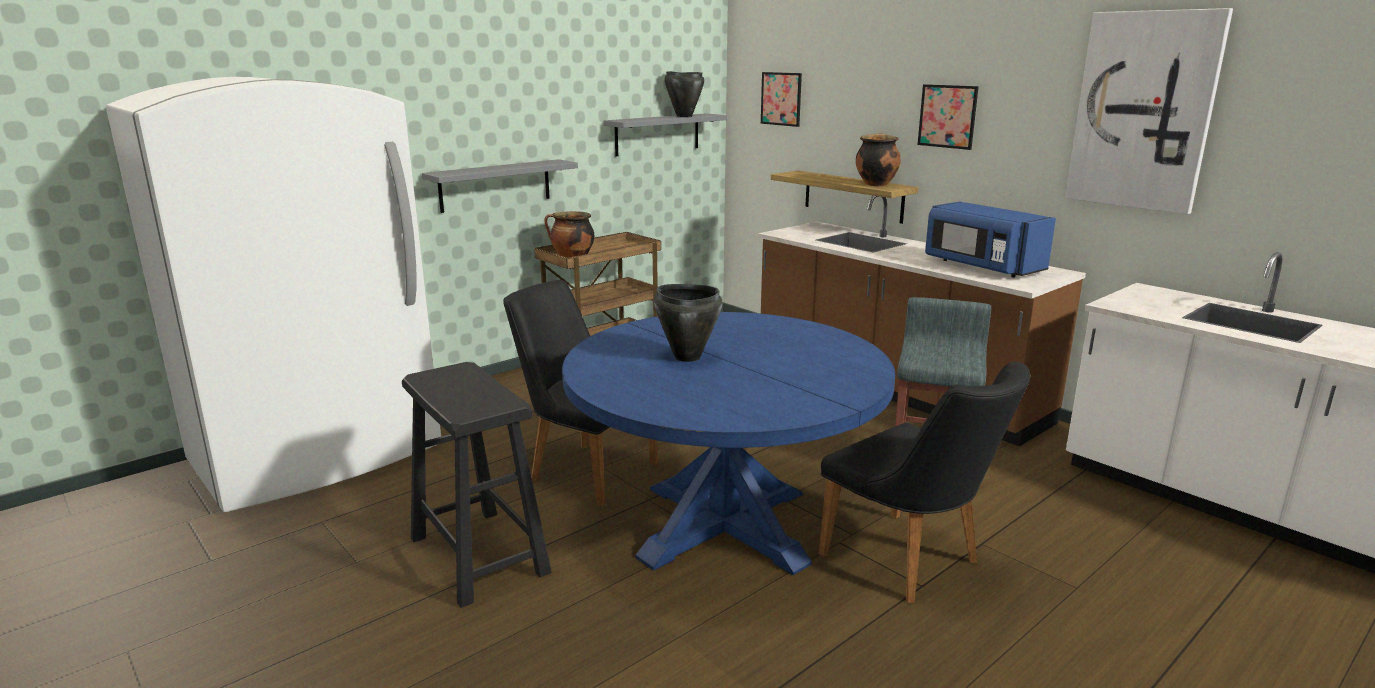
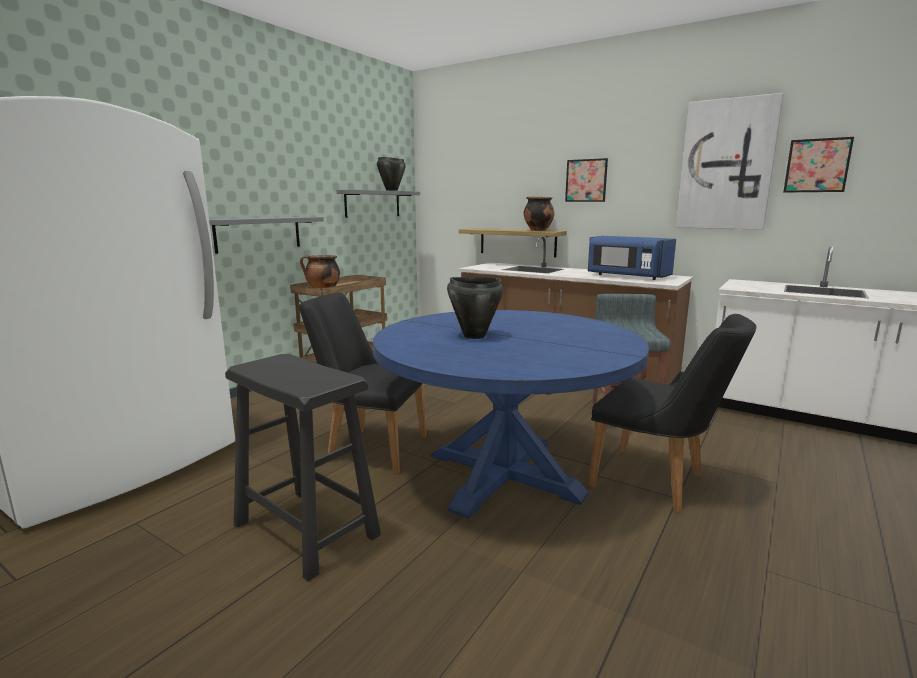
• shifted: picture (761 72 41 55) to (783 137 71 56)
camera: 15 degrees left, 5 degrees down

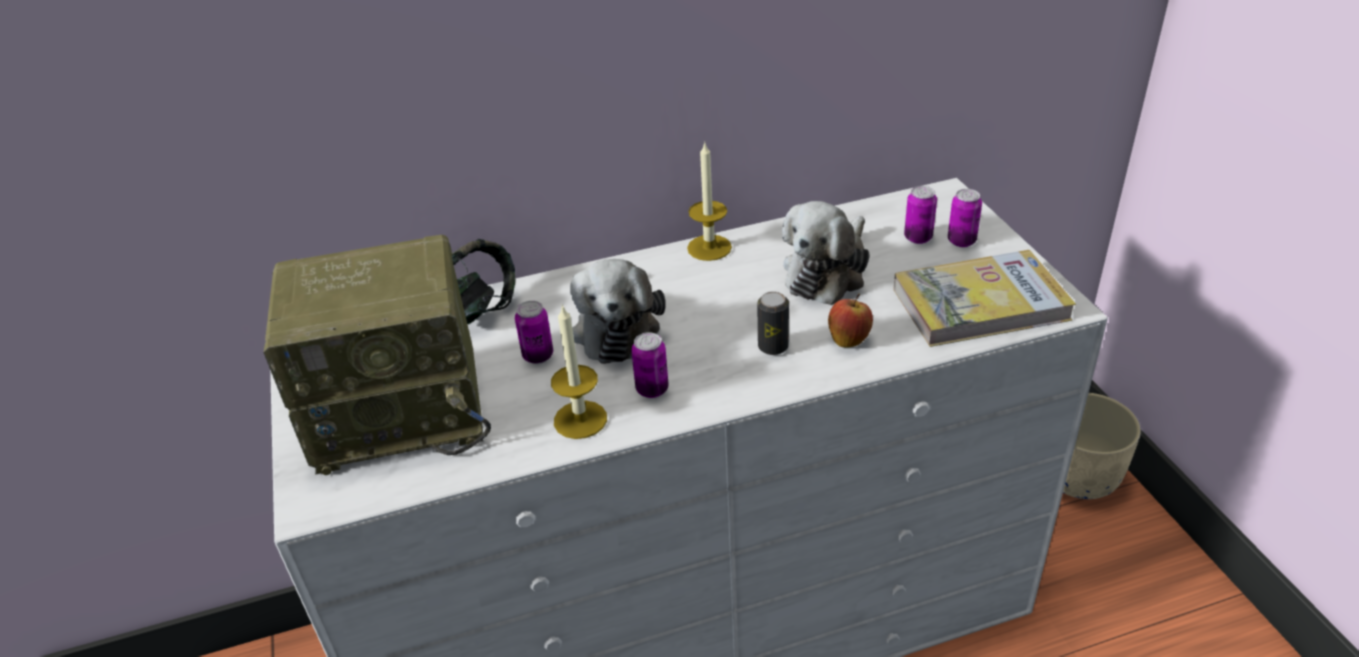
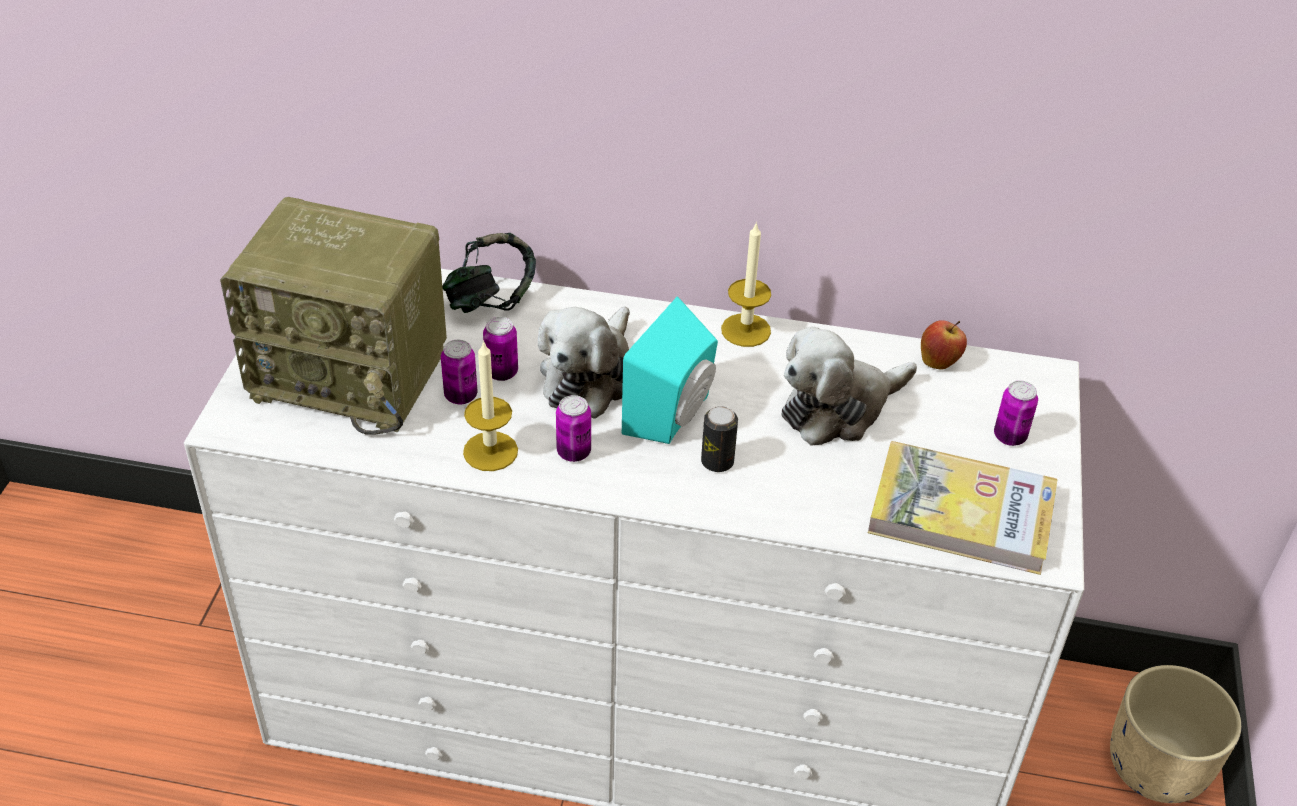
• shifted: can (904 186 33 58) to (441 340 36 65)
• shifted: apple (828 294 45 54) to (921 320 46 50)
• new: turquoise speaker (622 296 96 148)
camera: 25 degrees right, 5 degrees up

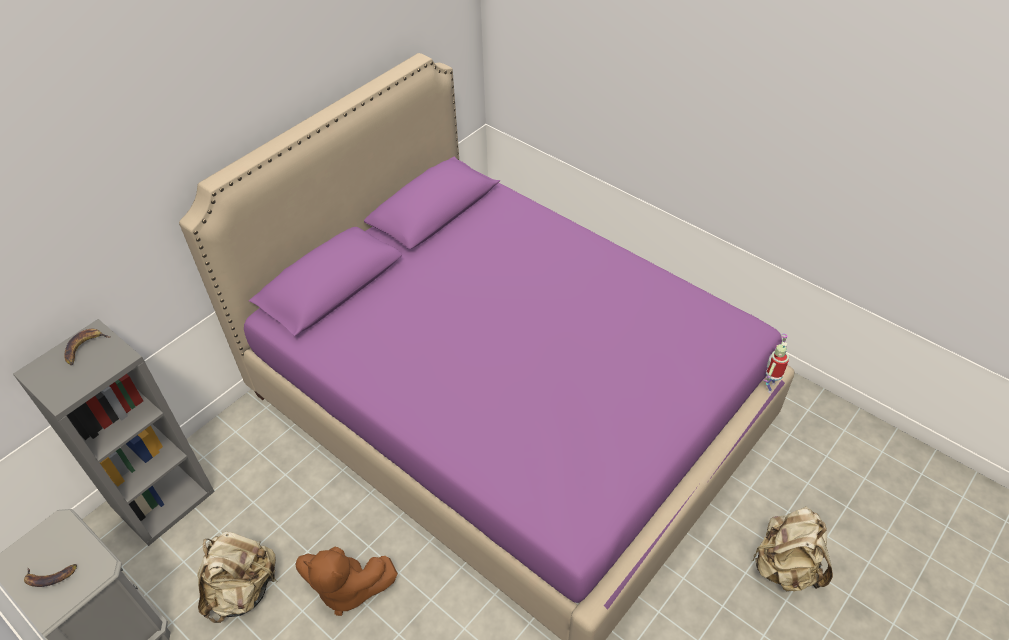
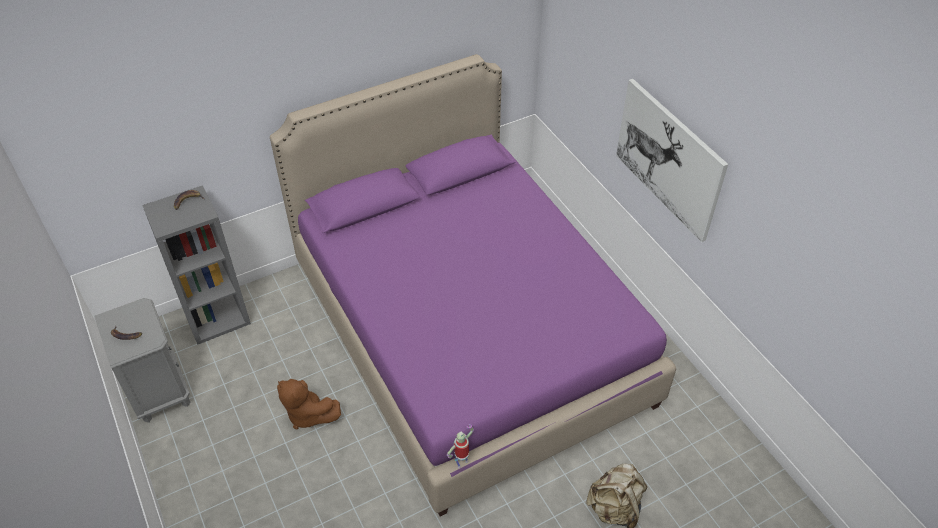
• shifted: toy robot (763 334 26 59) to (447 424 27 44)
• gone: beige backpack (197 532 80 91)
• new: picture (616 79 112 163)
camera: 20 degrees right, 0 degrees up

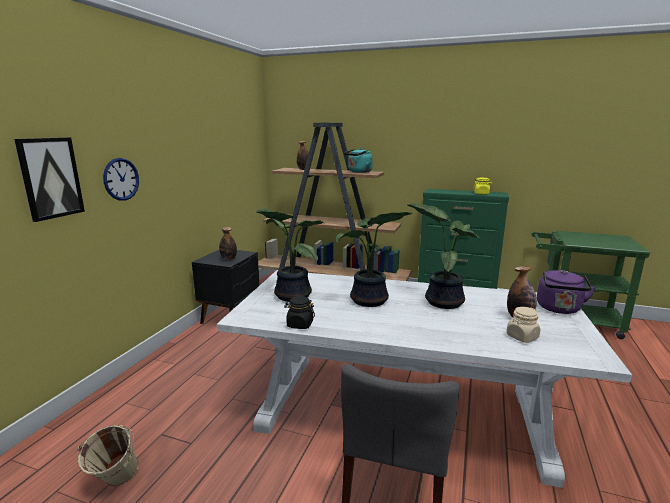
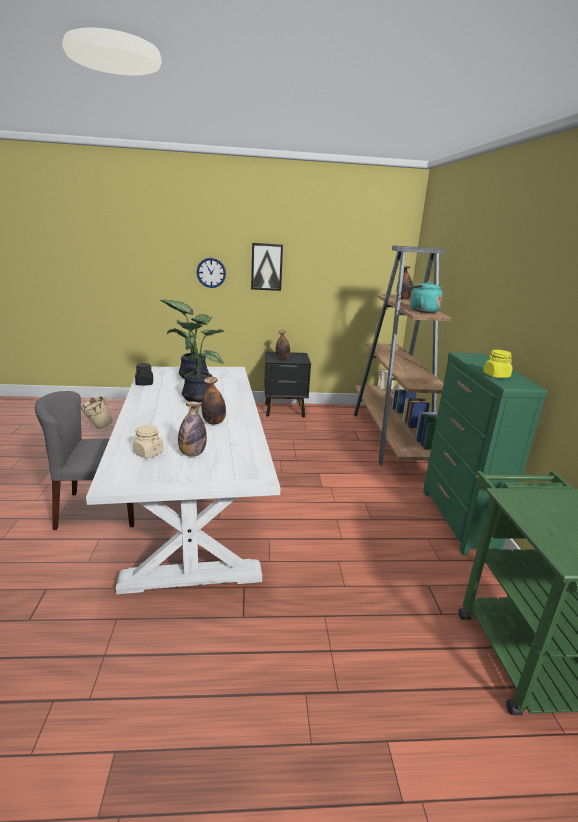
• shifted: picture (14 137 71 85) to (251 243 32 48)
• swapped: potted plant (407 203 73 106) to bottle (201 377 25 48)
• gone: purple kettle (537 270 59 44)
camera: 65 degrees right, 5 degrees up

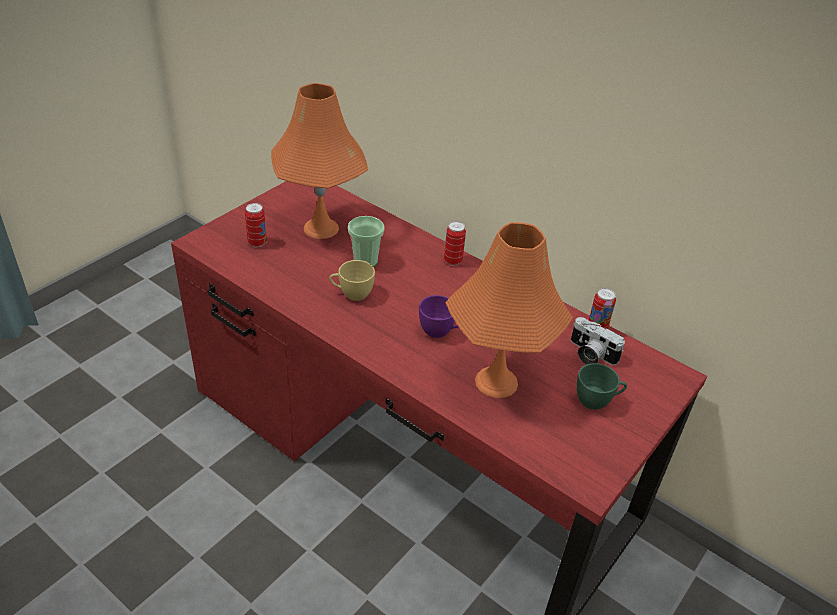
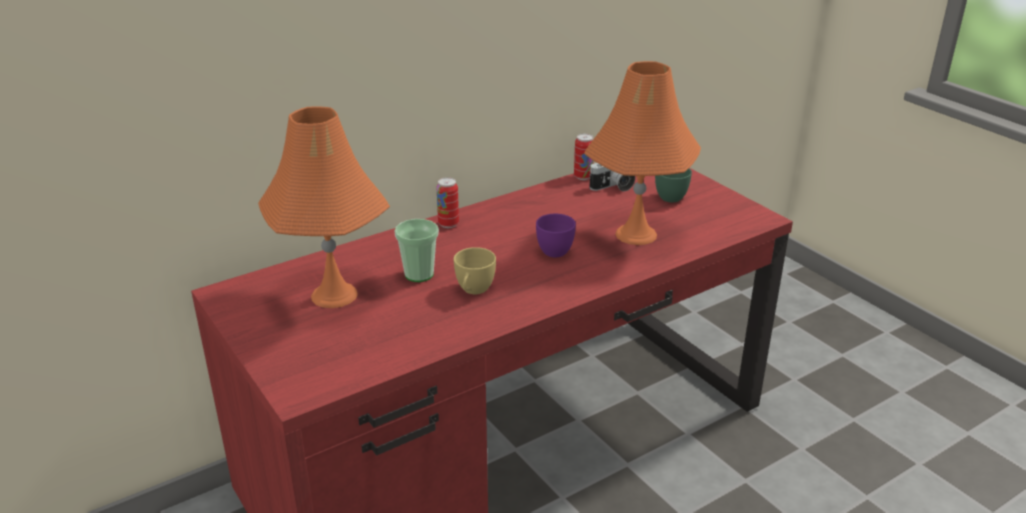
• gone: can (245 203 22 44)
camera: 70 degrees left, 10 degrees down

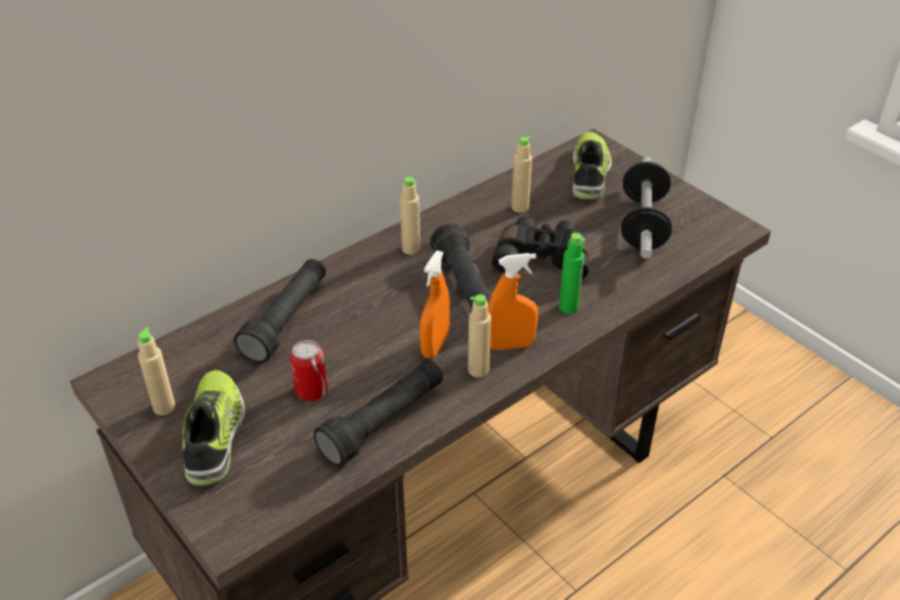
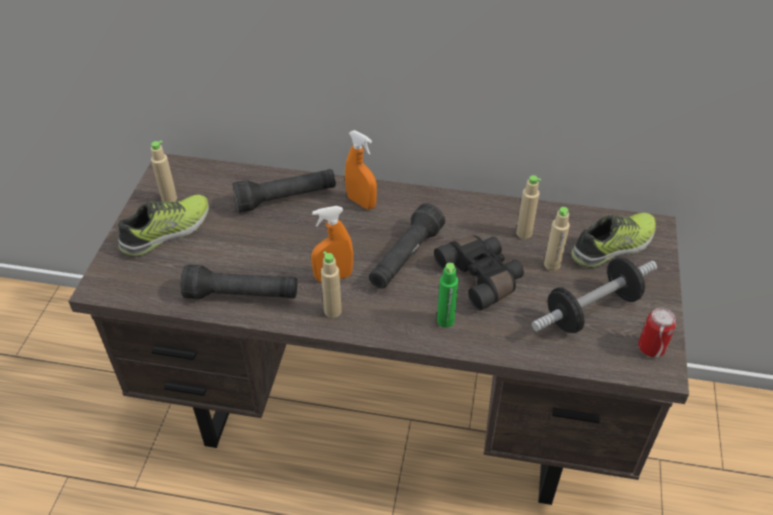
• shifted: beige bottle (400 177 20 78) to (544 207 26 64)
• shifted: orange spray bottle (488 253 50 97) to (345 130 32 79)
• shifted: can (290 340 38 61) to (638 308 38 49)
camera: 50 degrees right, 5 degrees up

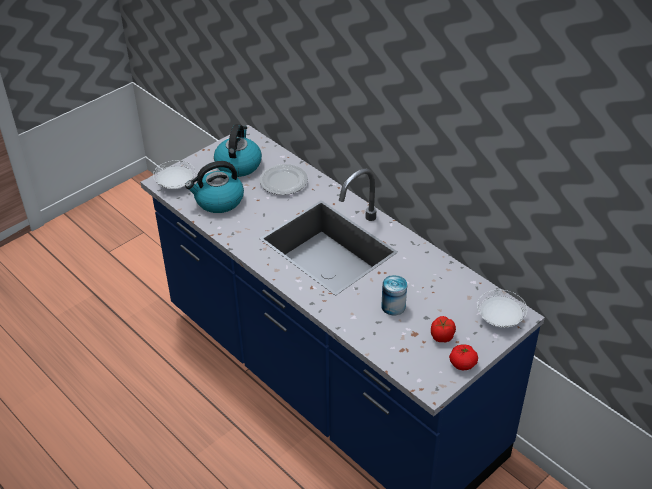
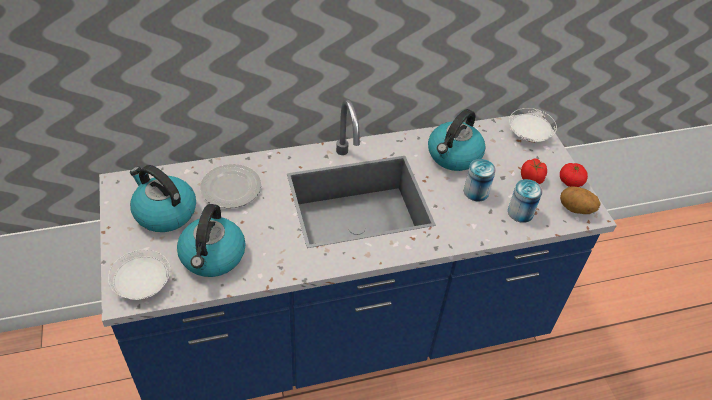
• new: kettle (428 109 58 62)
• new: can (508 179 35 44)
• new: potato (560 186 41 28)
camera: 65 degrees left, 5 degrees up

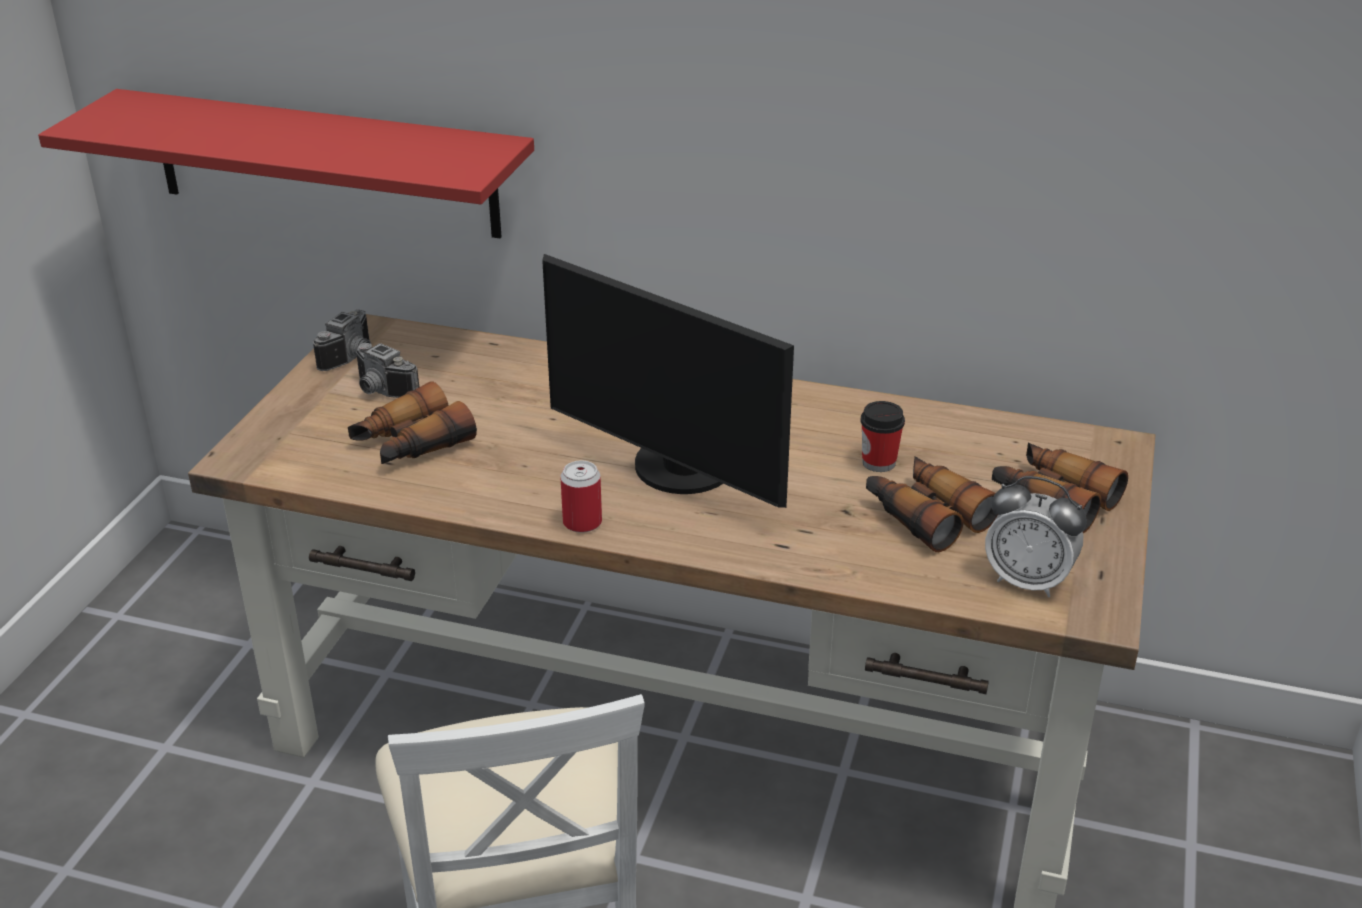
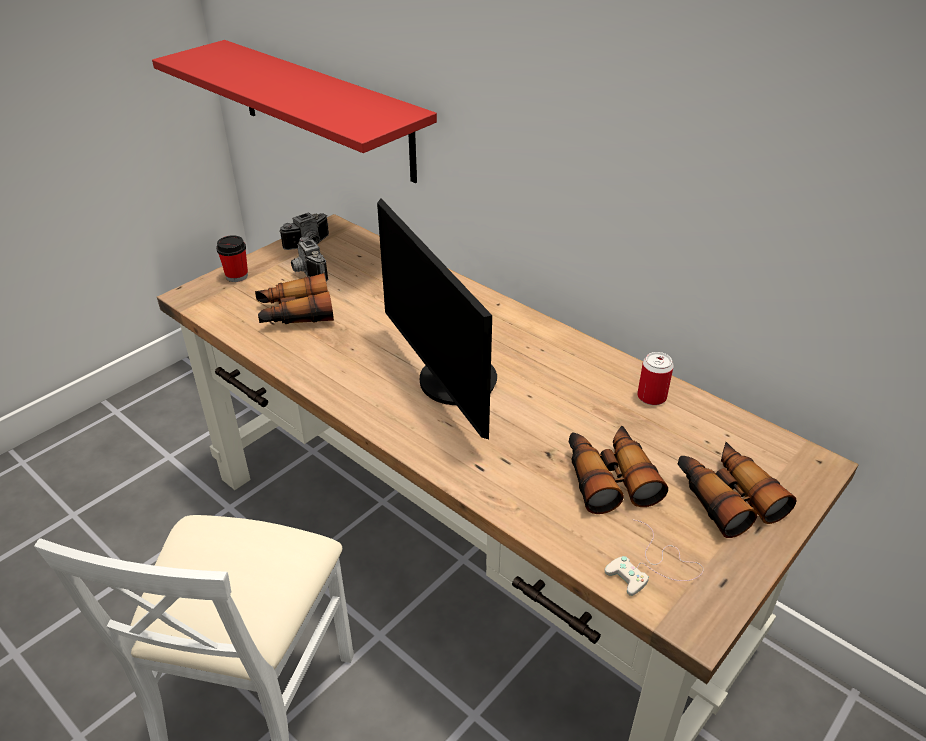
• shifted: cup (861 401 44 71) to (216 235 32 47)
• shifted: can (561 460 41 73) to (637 352 37 53)
• swapped: alarm clock (985 476 102 121) to white game controller (604 520 100 76)
camera: 25 degrees right, 5 degrees up

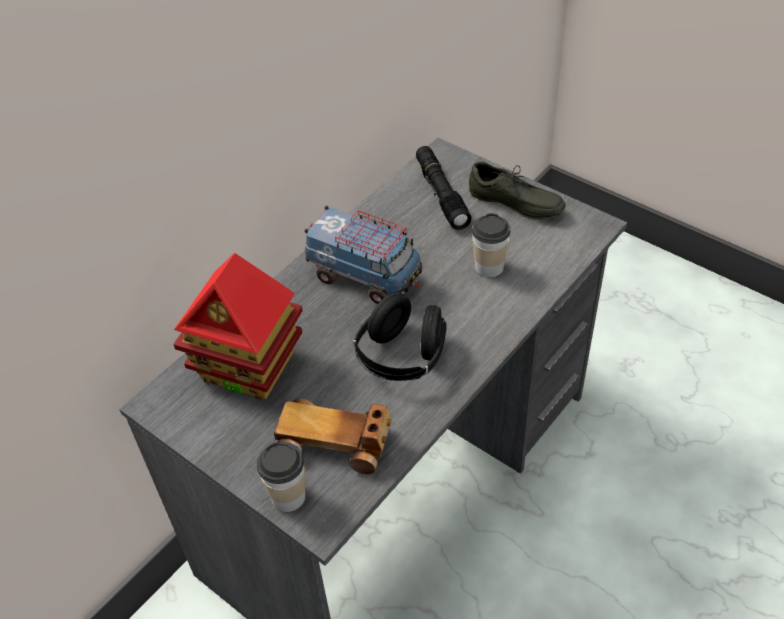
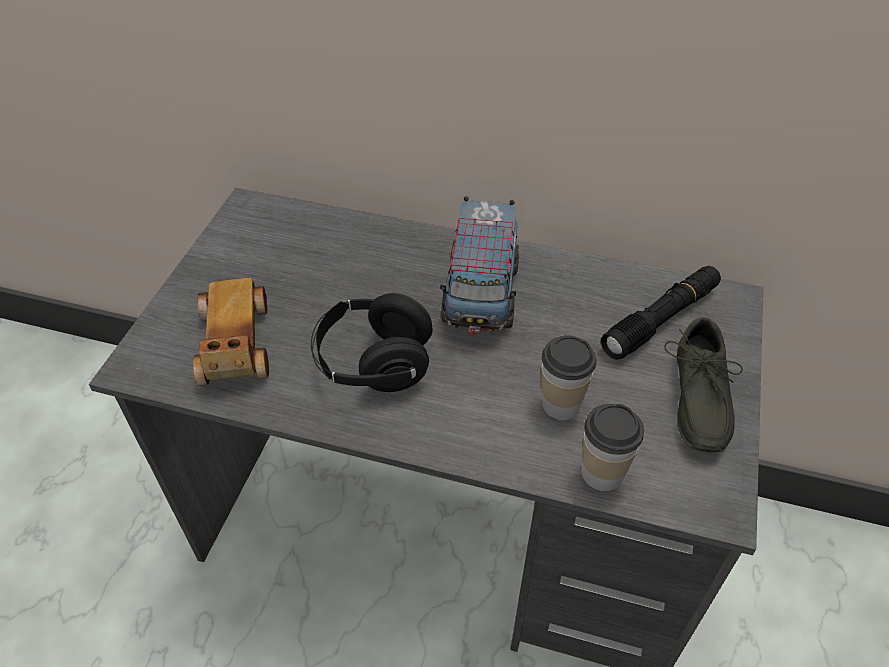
• gone: toy house (173 253 130 147)
• shifted: cup (257 442 48 70) to (581 404 63 87)
camera: 65 degrees right, 0 degrees up

